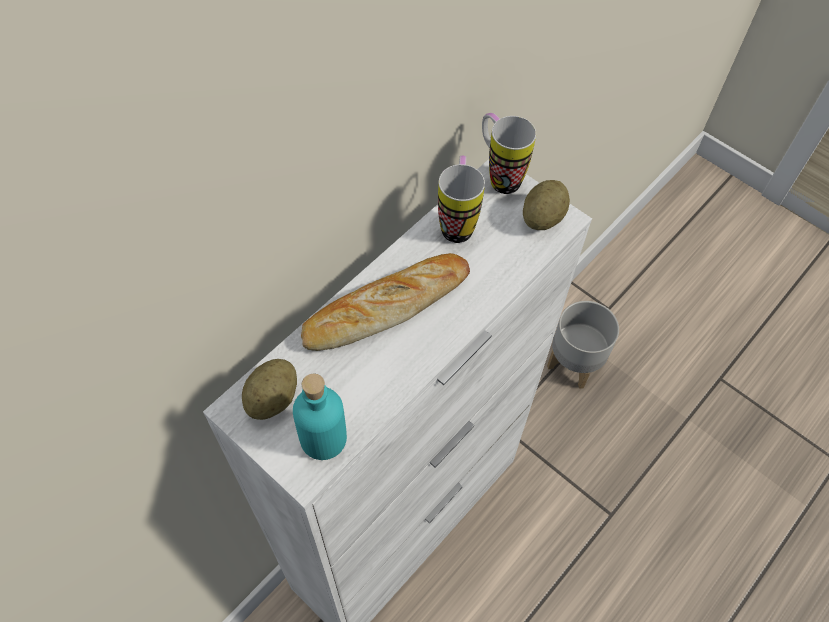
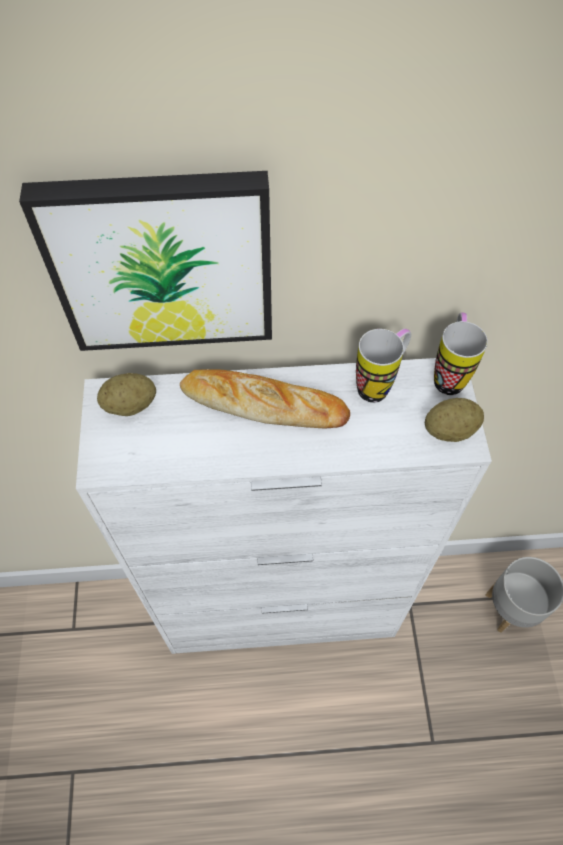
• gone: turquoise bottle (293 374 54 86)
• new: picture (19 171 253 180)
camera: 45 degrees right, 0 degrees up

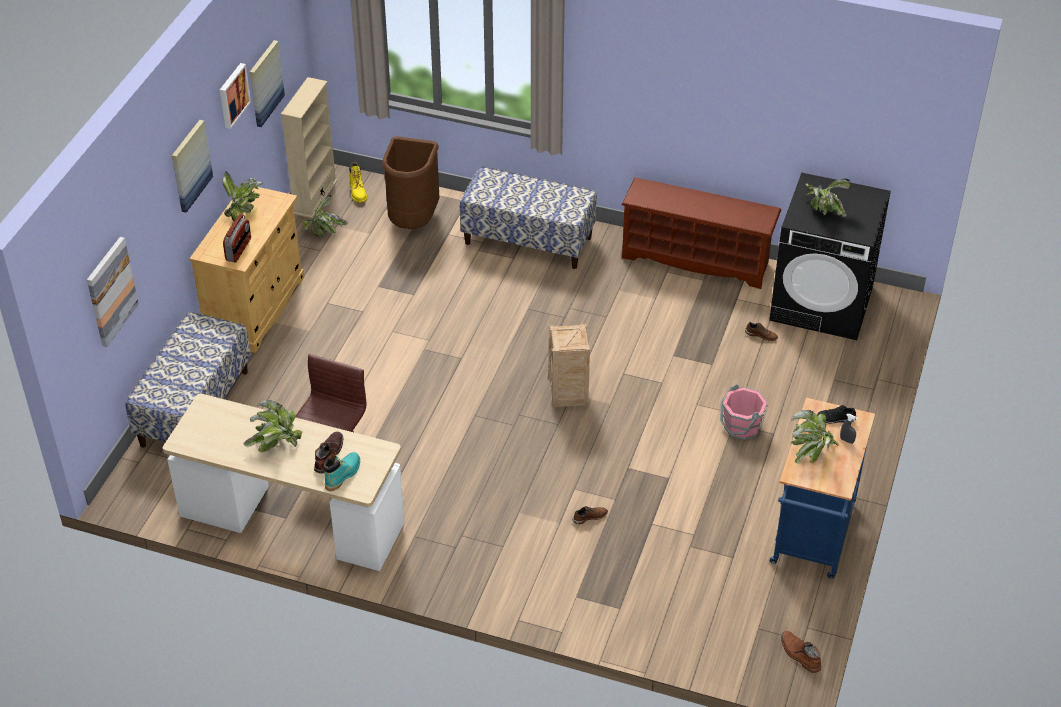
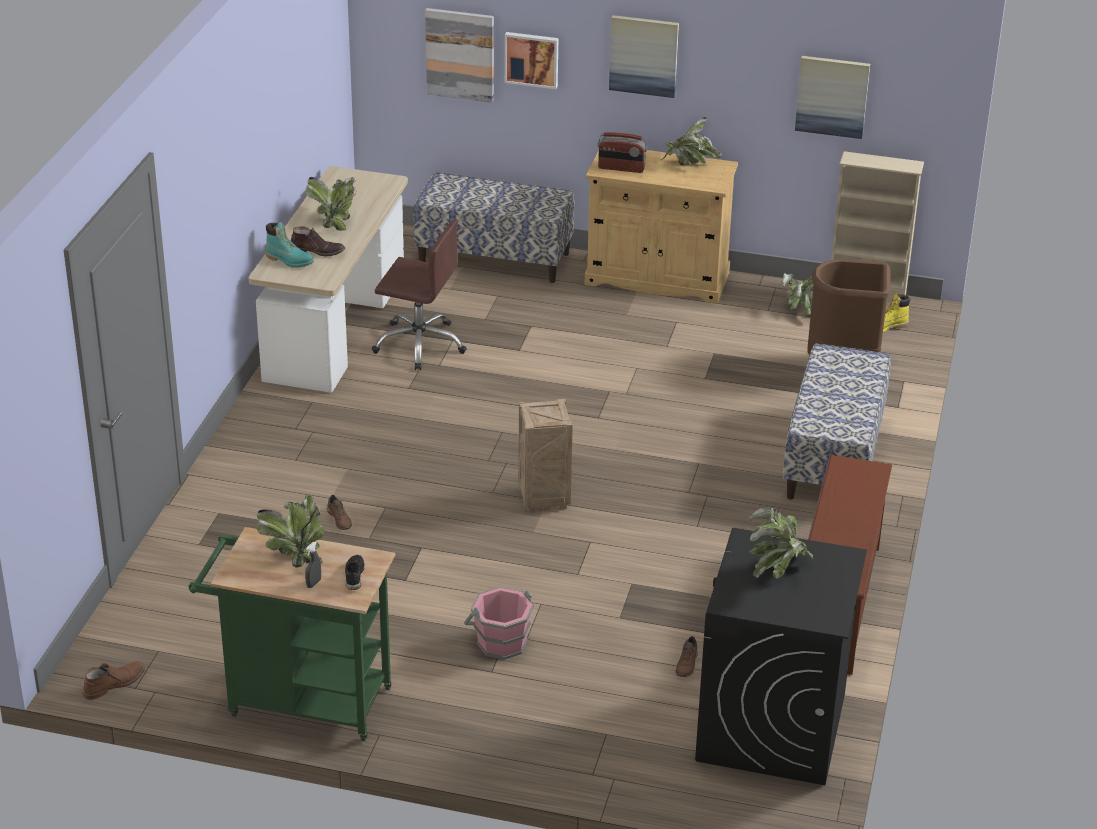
• shifted: picture (220 63 31 66) to (505 32 53 57)
• repainted: blue cart (770 398 105 181) to green cart (189 527 206 214)
camera: 85 degrees right, 10 degrees down

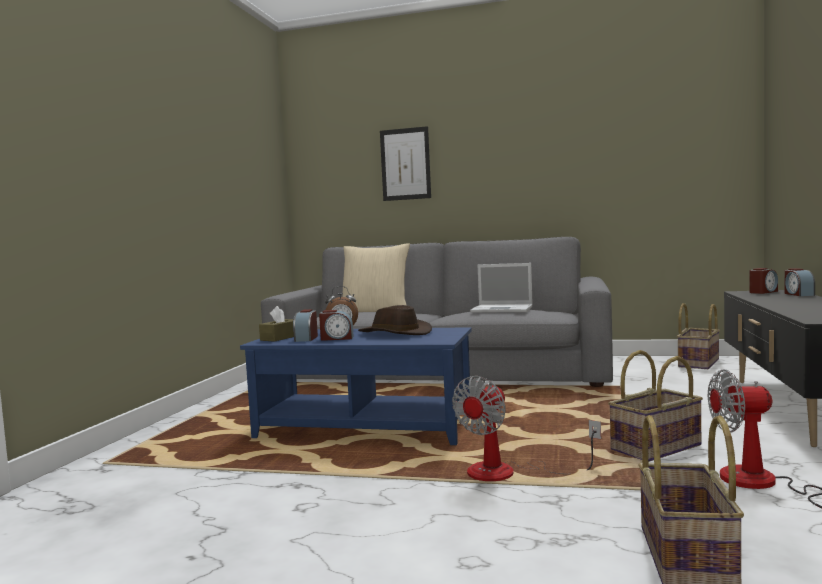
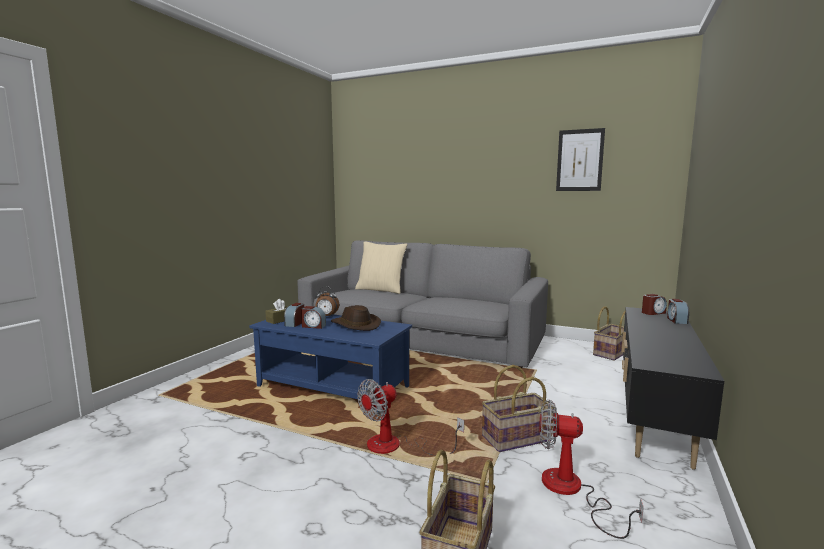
• shifted: picture (380 126 51 75) to (556 128 49 63)
• gone: laptop (470 263 63 50)
camera: 10 degrees right, 5 degrees up

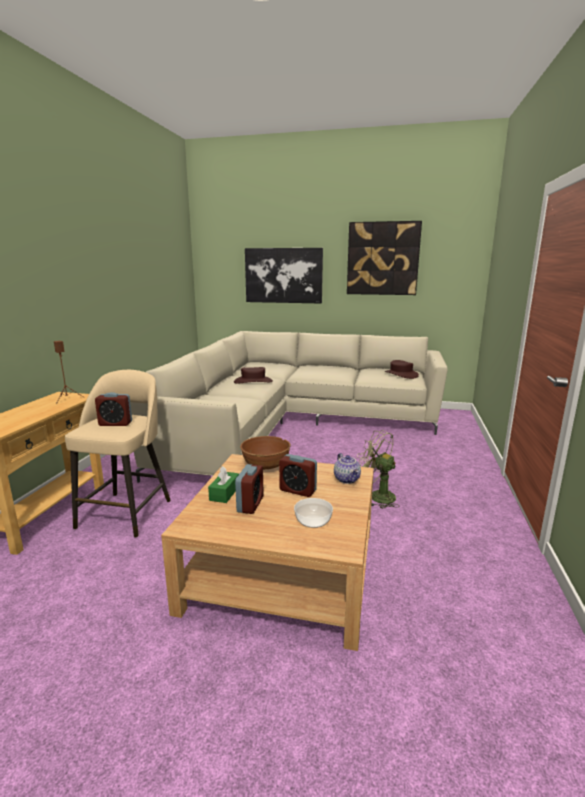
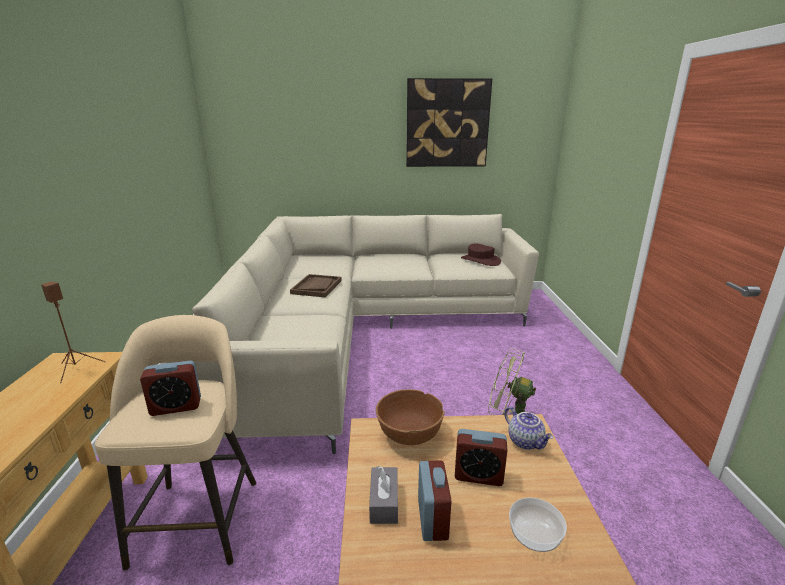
• gone: picture (245 248 78 55)
• swapped: brown hat (234 367 39 17) to brown tray (290 274 52 24)
• repainted: green tissue box (208 466 31 37) to grey tissue box (369 466 29 58)
camera: 15 degrees left, 5 degrees up

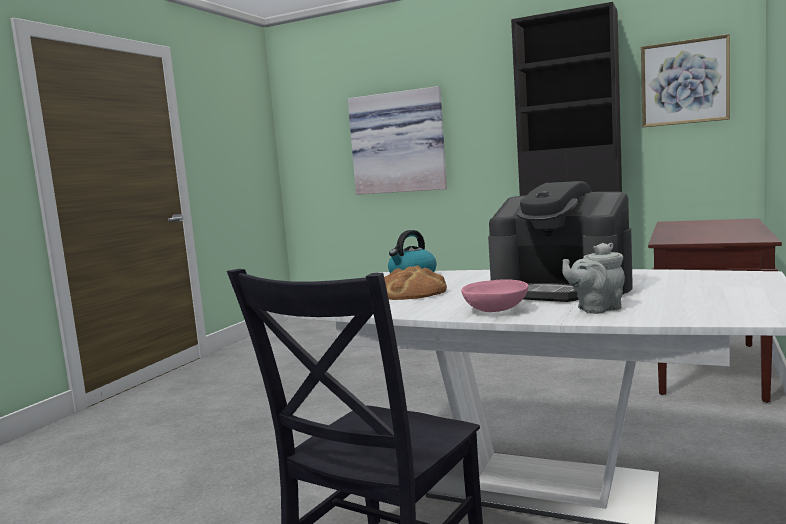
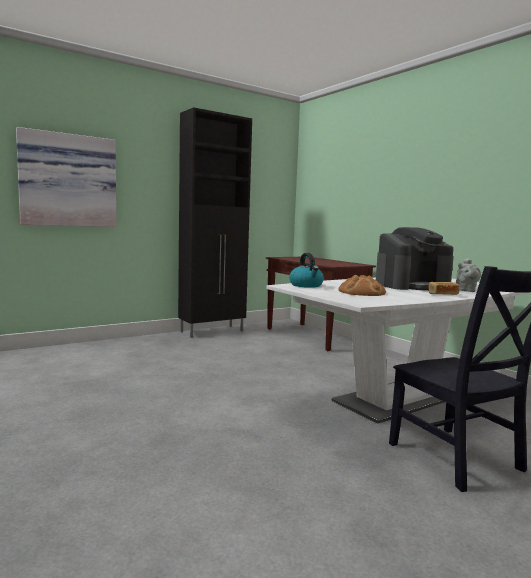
• gone: picture (641 34 89 93)
• swapped: pink bowl (461 279 67 33) to bread (428 282 31 13)
camera: 60 degrees left, 0 degrees up

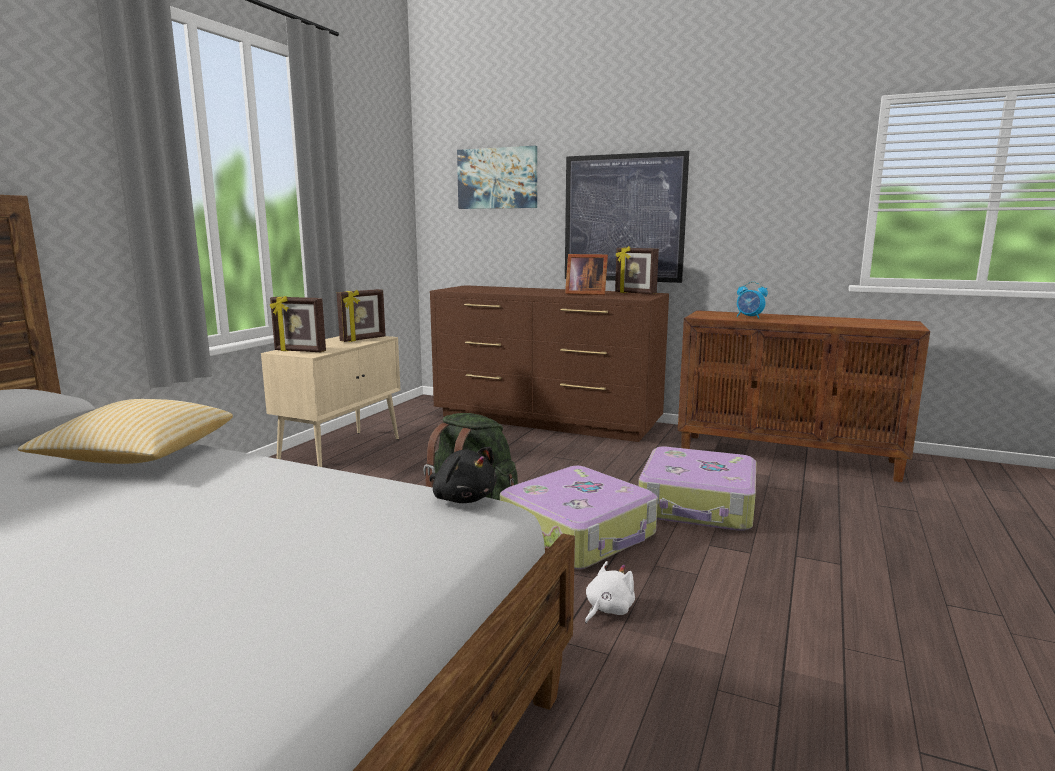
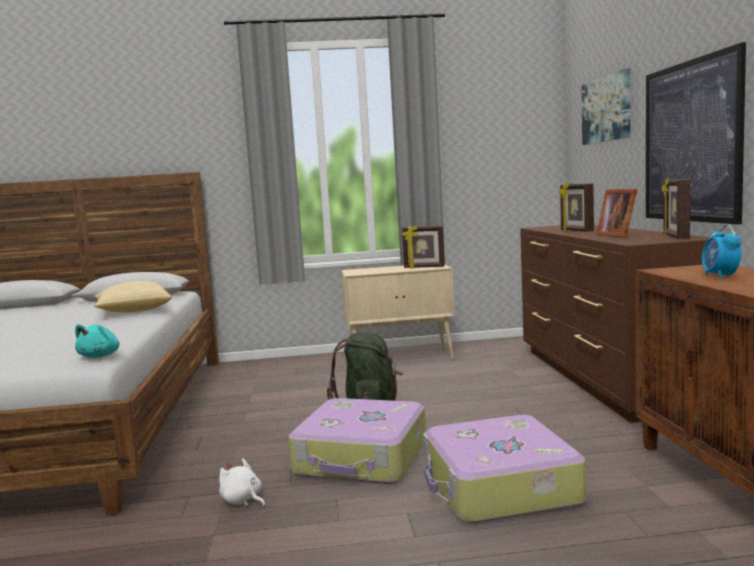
• shifted: picture frame (270 296 56 56) to (559 183 35 49)
• repainted: black plush toy (429 447 68 56) to turquoise plush toy (75 324 45 34)
• rotated: white plush toy (585 561 50 63) = (219 458 46 49) 150 degrees counterclockwise
camera: 60 degrees right, 5 degrees down

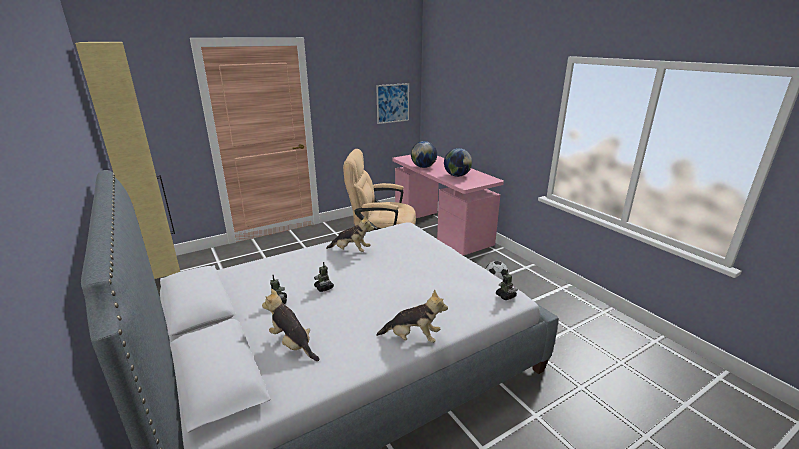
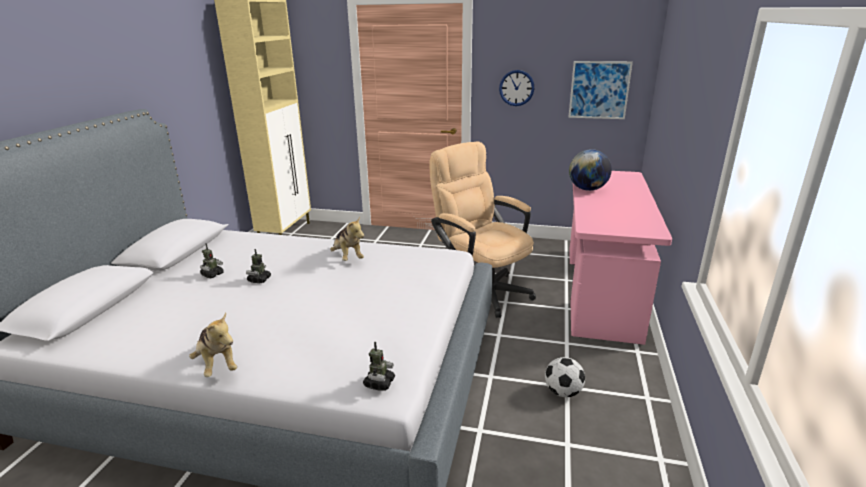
• gone: globe (444 148 28 29)
• gone: plush toy (262 289 57 72)
• new: wall clock (499 70 36 36)
camera: 45 degrees right, 0 degrees up

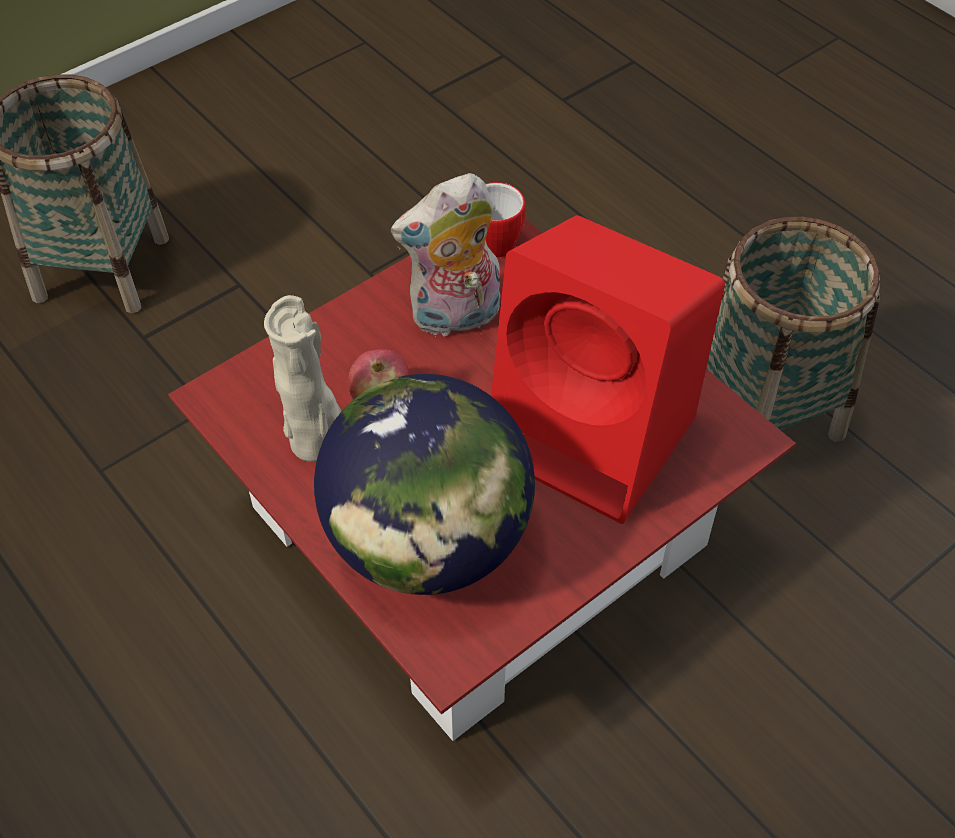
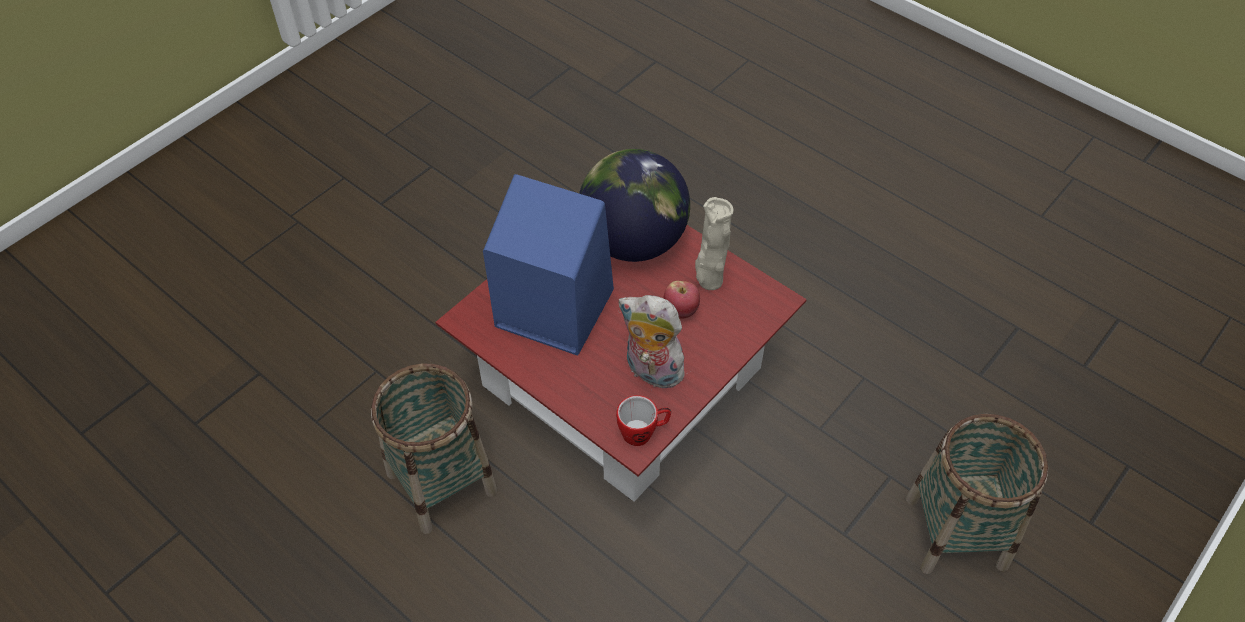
• rotated: plush toy (391 173 109 163) = (619 295 68 93) 120 degrees counterclockwise
• repainted: red speaker (491 215 234 309) to blue speaker (483 174 131 181)
camera: 170 degrees right, 0 degrees up

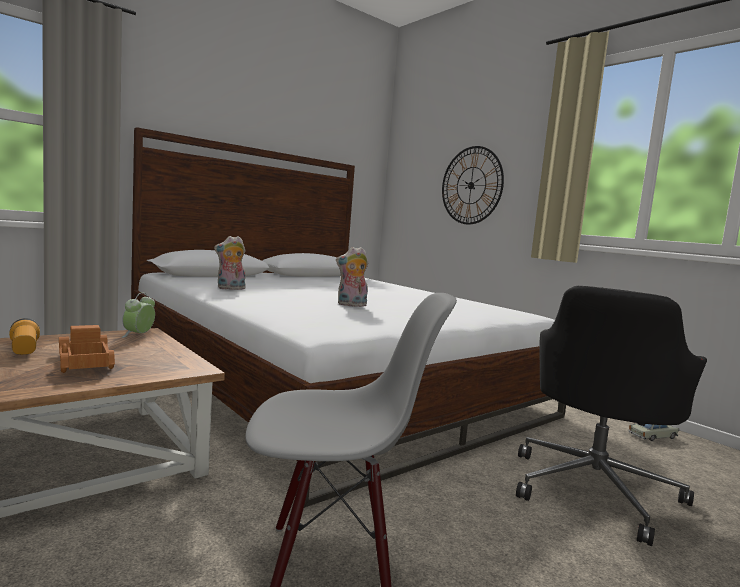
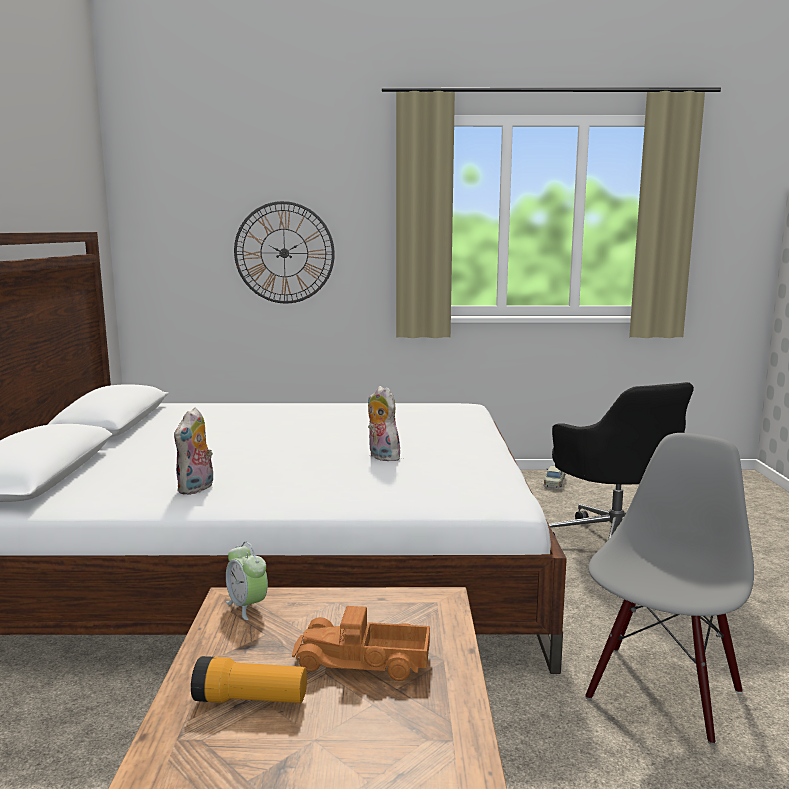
• rotated: plush toy (336 247 32 60) = (368 386 32 75) 120 degrees clockwise
camera: 50 degrees left, 5 degrees up

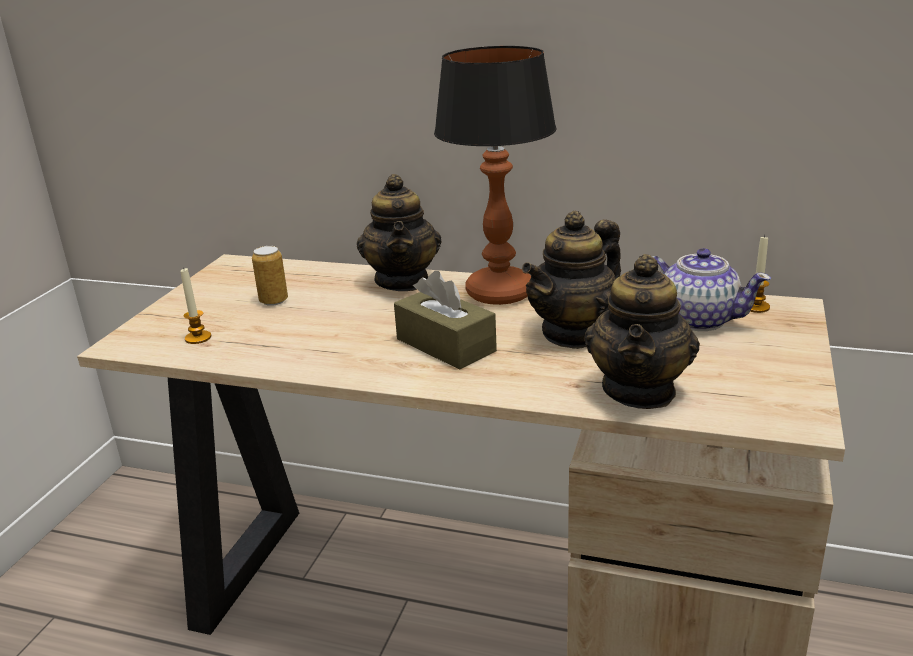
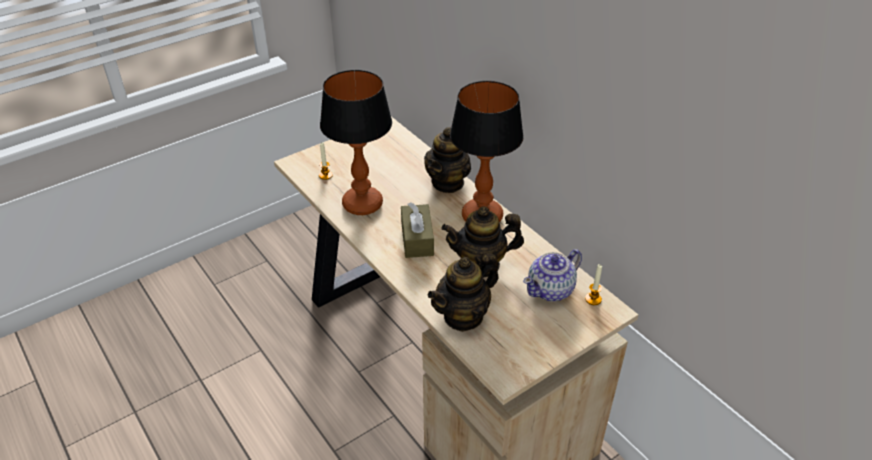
• gone: can (252 246 36 60)
• rotated: teapot (653 248 118 83) = (523 249 59 53) 75 degrees clockwise
• new: table lamp (320 70 72 145)
camera: 35 degrees right, 15 degrees up

